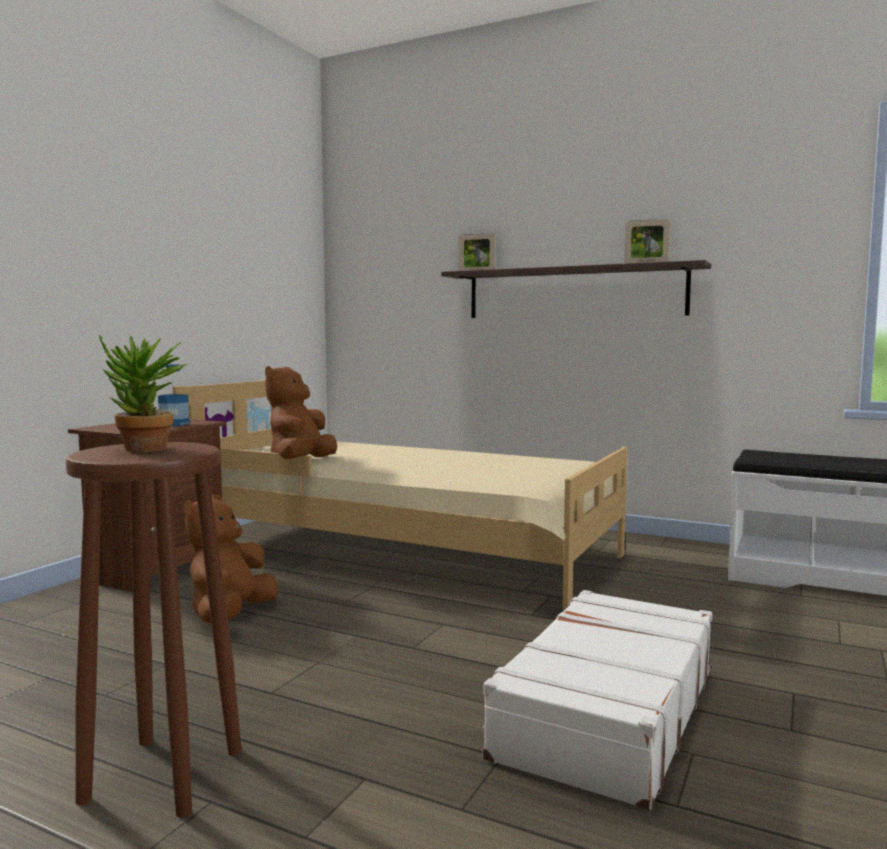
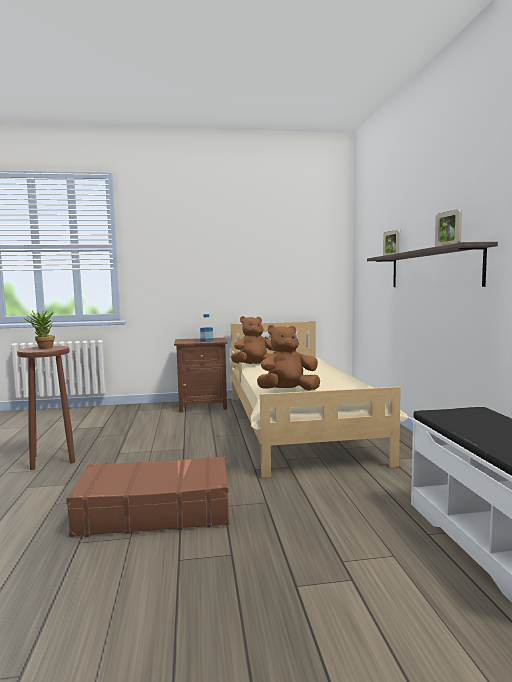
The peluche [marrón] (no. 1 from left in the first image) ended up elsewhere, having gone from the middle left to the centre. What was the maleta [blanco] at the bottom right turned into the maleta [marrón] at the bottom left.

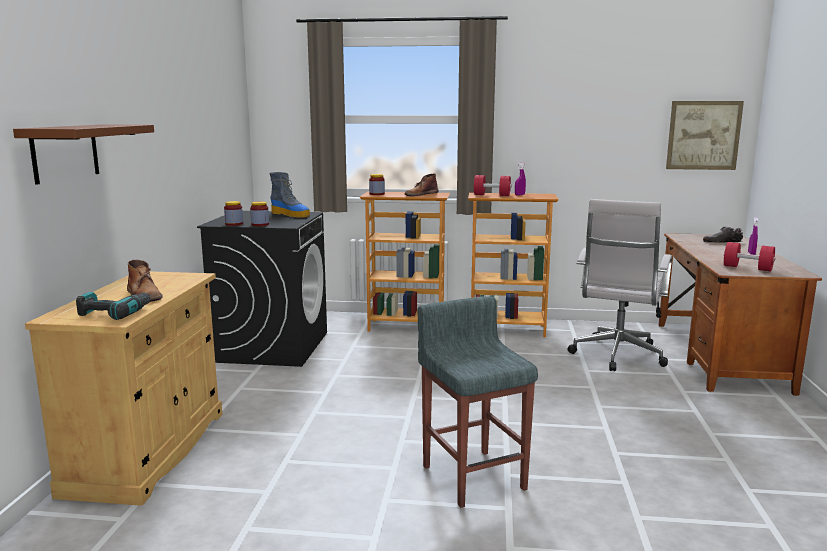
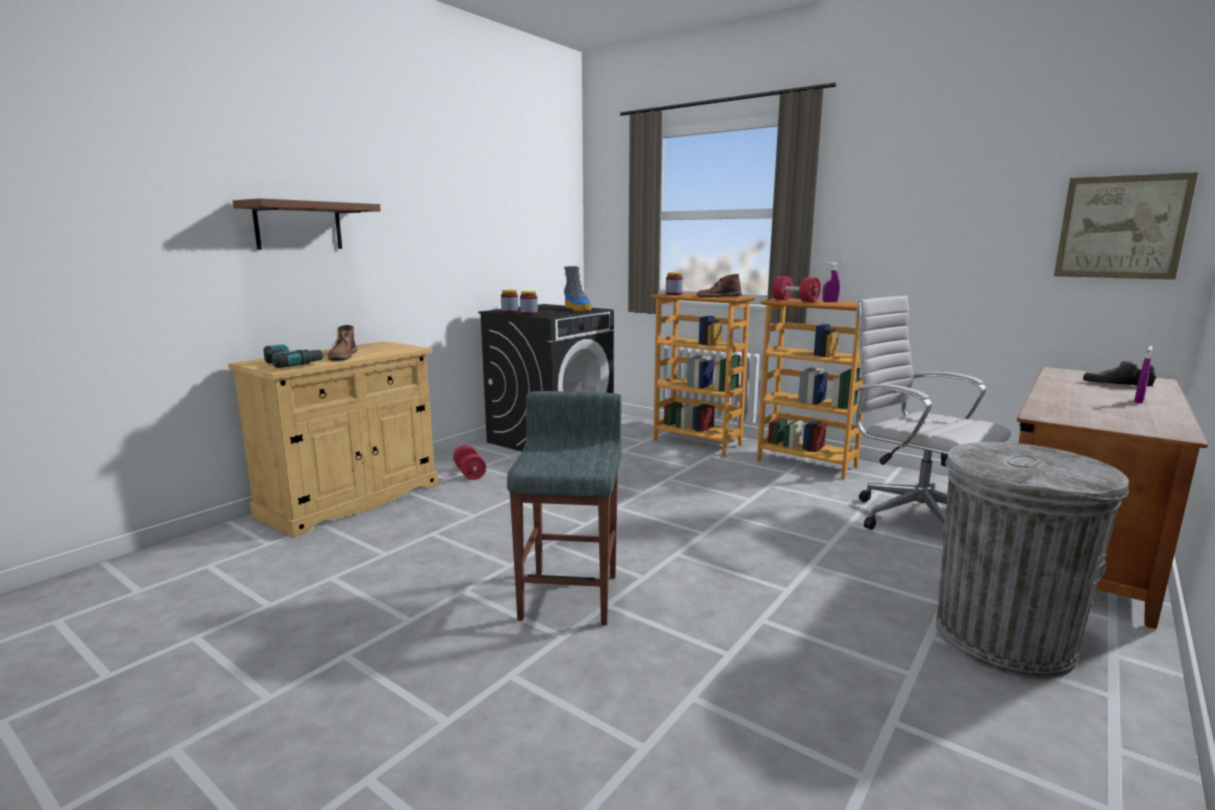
The silla de oficina [blanco] at the middle right ended up facing another way, 90 degrees clockwise from before. The mancuerna [rojo] (no. 2 from left in the first image) ended up elsewhere, having gone from the middle right to the centre. The second view gained the papelera [gris] at the bottom right.

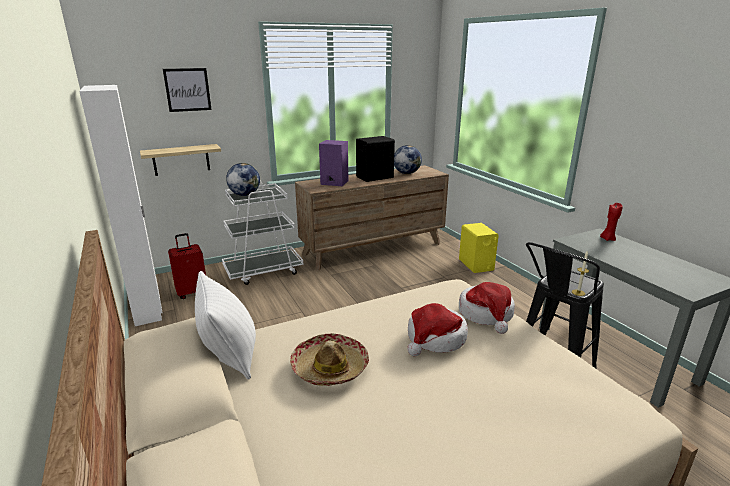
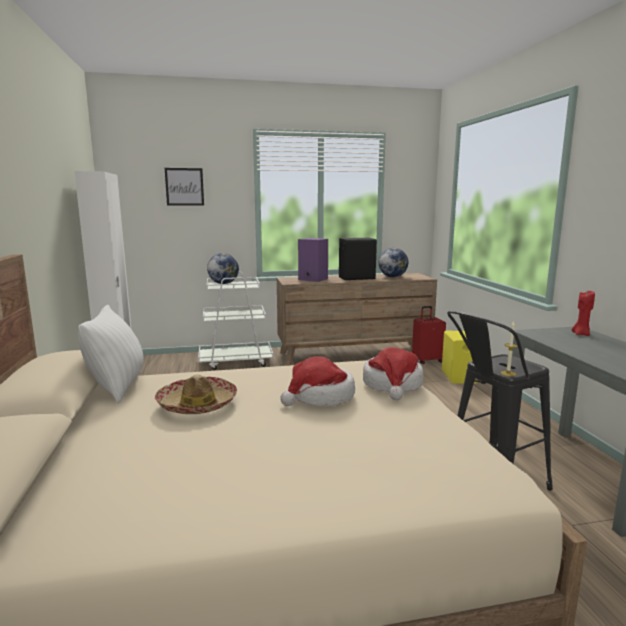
The second view lost the estante at the top left. The maleta [rojo] ended up elsewhere, having gone from the middle left to the middle right.

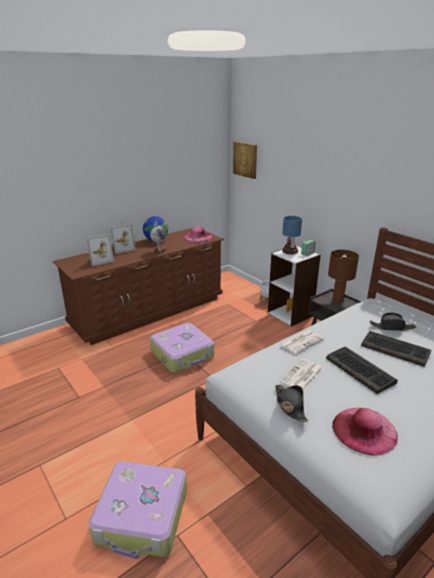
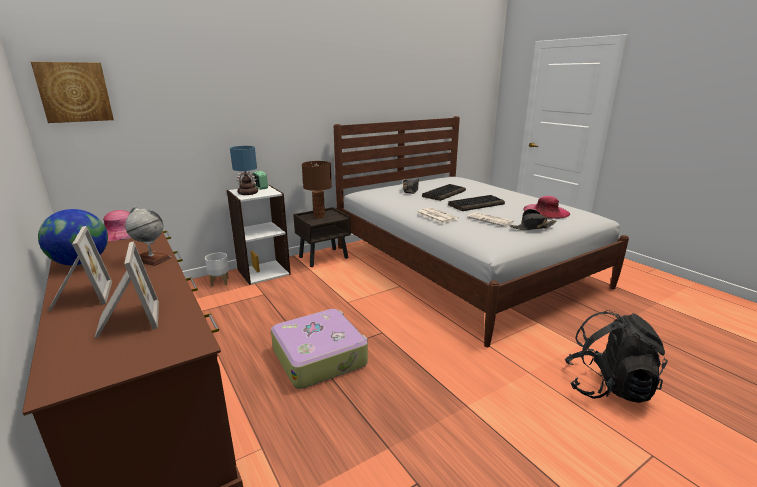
Where the maleta (no. 1 from left) stood at the bottom left, the mochila [negro] came to stand at the bottom right.

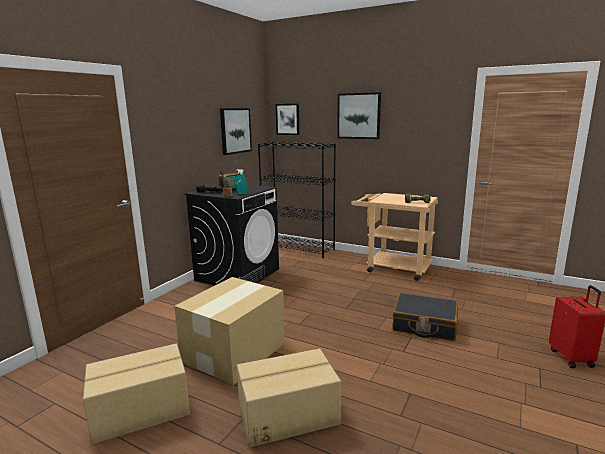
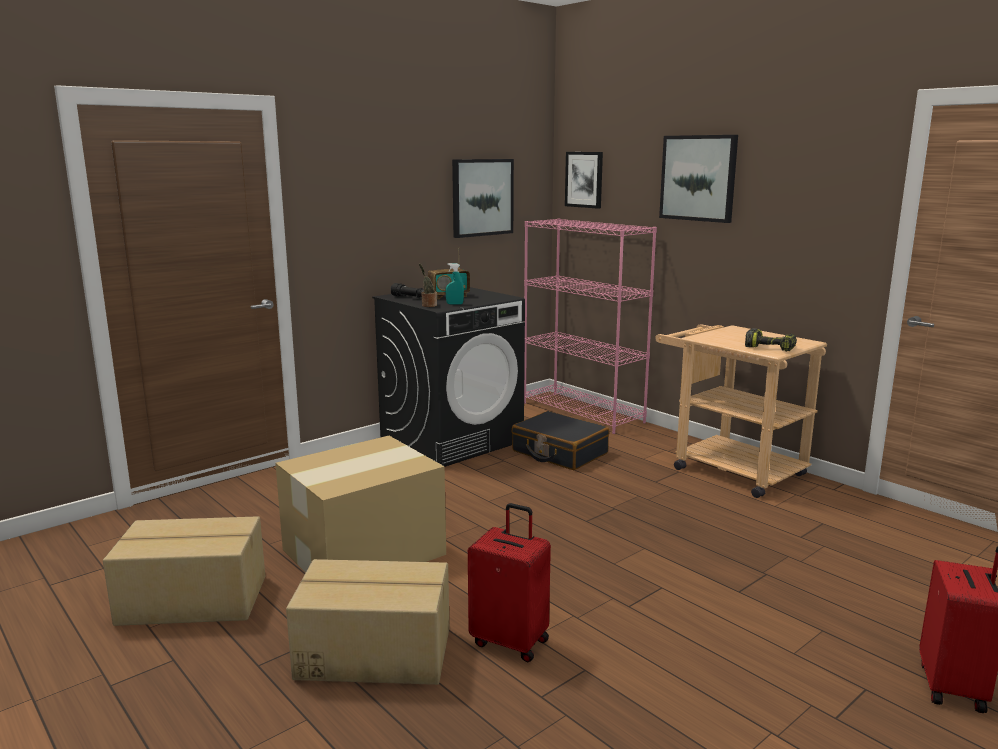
What was the estantería [negro] at the centre turned into the estantería [rosa] at the centre. The maleta [negro] ended up elsewhere, having gone from the bottom right to the centre. The second view gained the maleta [rojo] (no. 1 from left) at the bottom centre.

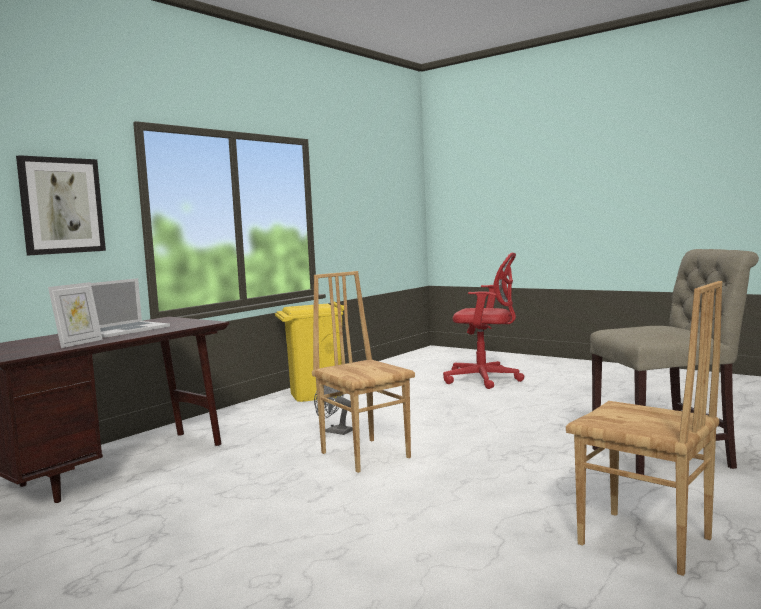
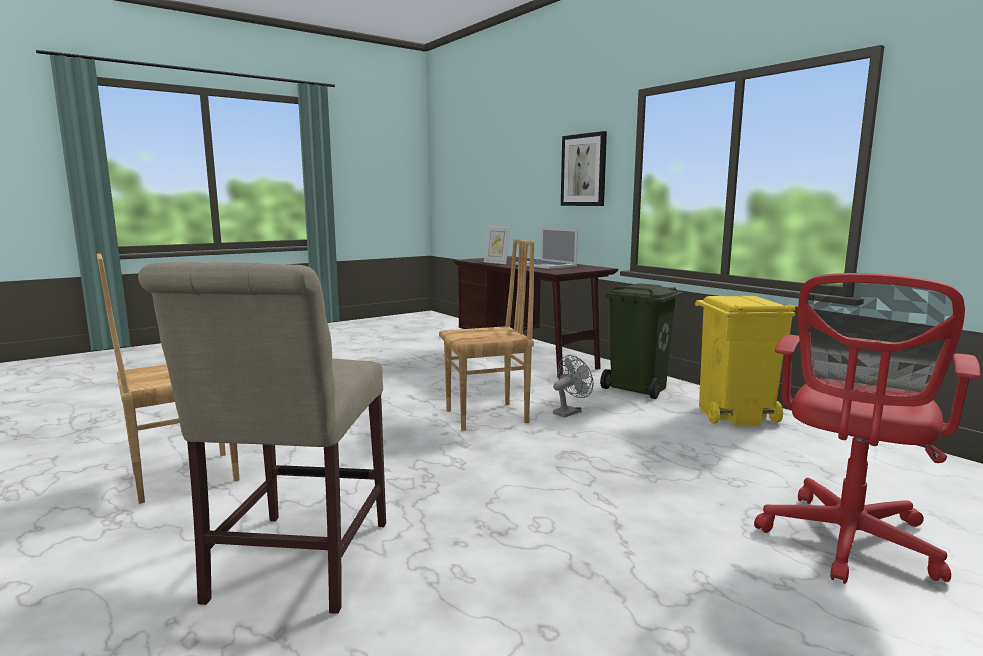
The second view gained the papelera [verde] at the centre.

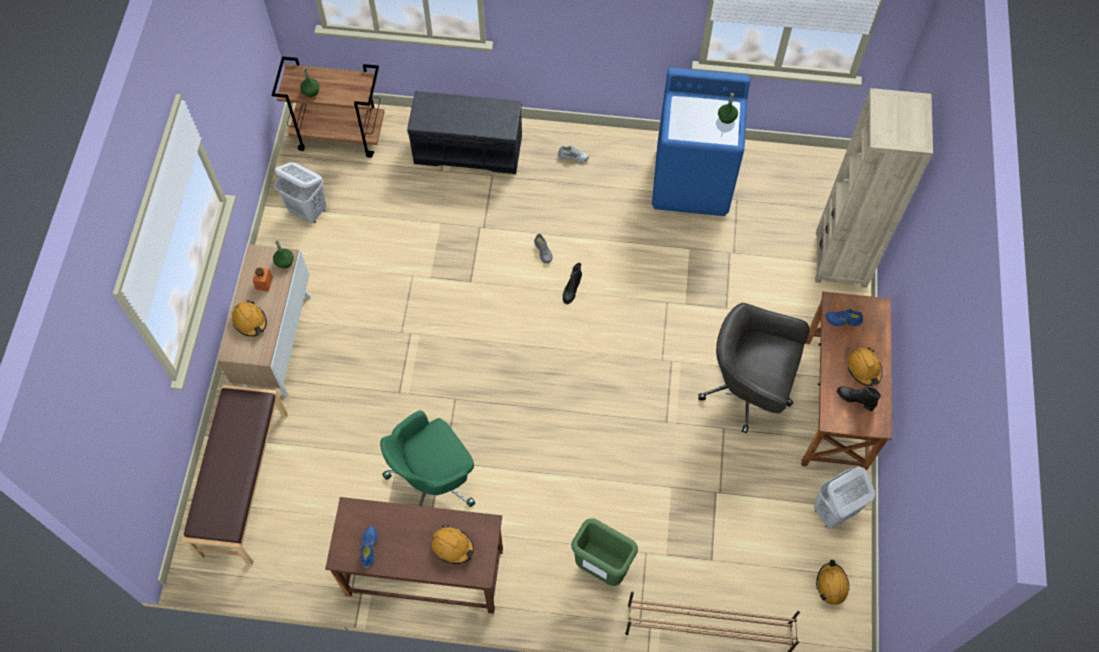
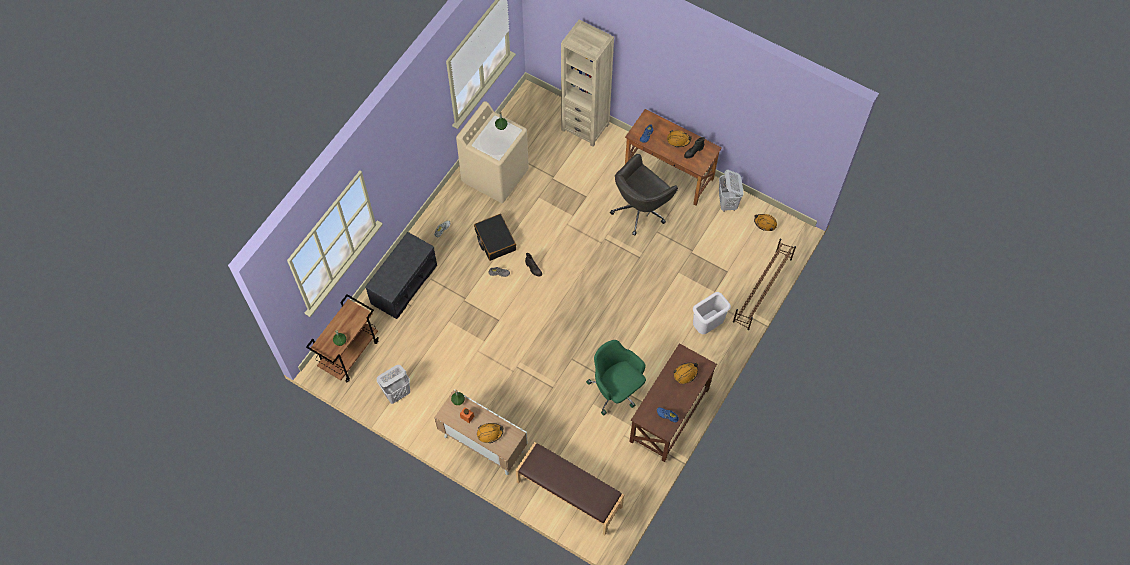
What was the lavadora [azul] at the top centre turned into the lavadora [beis] at the top centre. The silla de oficina [verde] at the bottom centre ended up facing another way, 150 degrees clockwise from before. What was the papelera [verde] at the bottom centre turned into the papelera [blanco] at the centre. The second view gained the maleta [negro] at the centre.

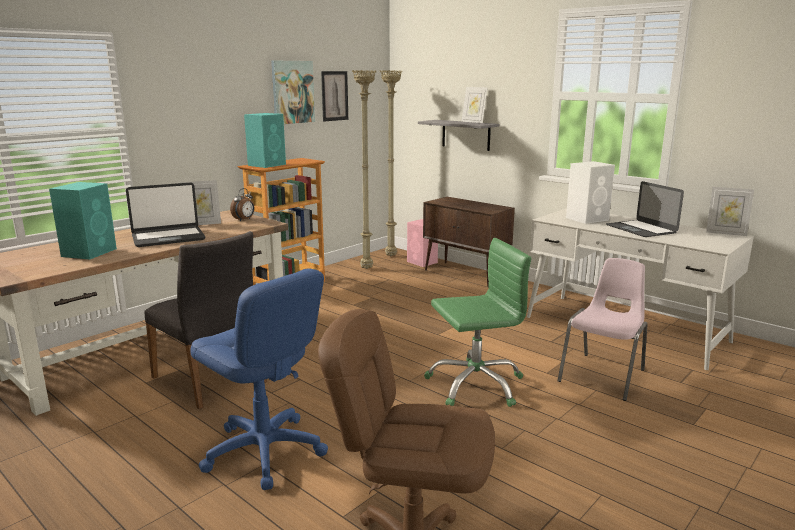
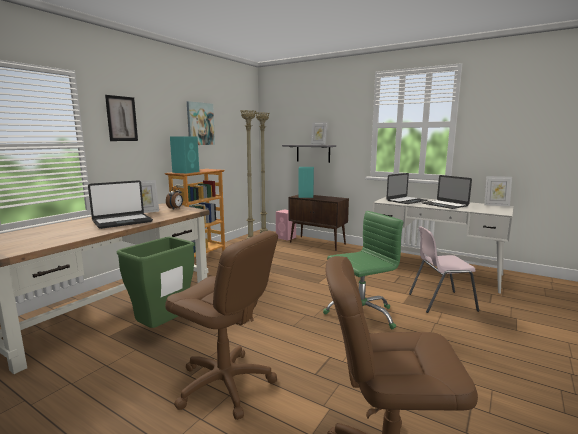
The cuadro (no. 2 from left in the first image) ended up elsewhere, having gone from the top centre to the top left. Where the altavoz [blanco] stood at the middle right, the portátil (no. 2 from left) came to stand at the middle right. The altavoz [turquesa] (no. 1 from left in the first image) ended up elsewhere, having gone from the middle left to the centre. Where the silla [gris] stood at the middle left, the papelera [verde] came to stand at the middle left. The silla [rosa] at the middle right ended up facing another way, 120 degrees counterclockwise from before. What was the silla de oficina [azul] at the bottom left turned into the silla de oficina [marrón] (no. 1 from left) at the bottom centre.

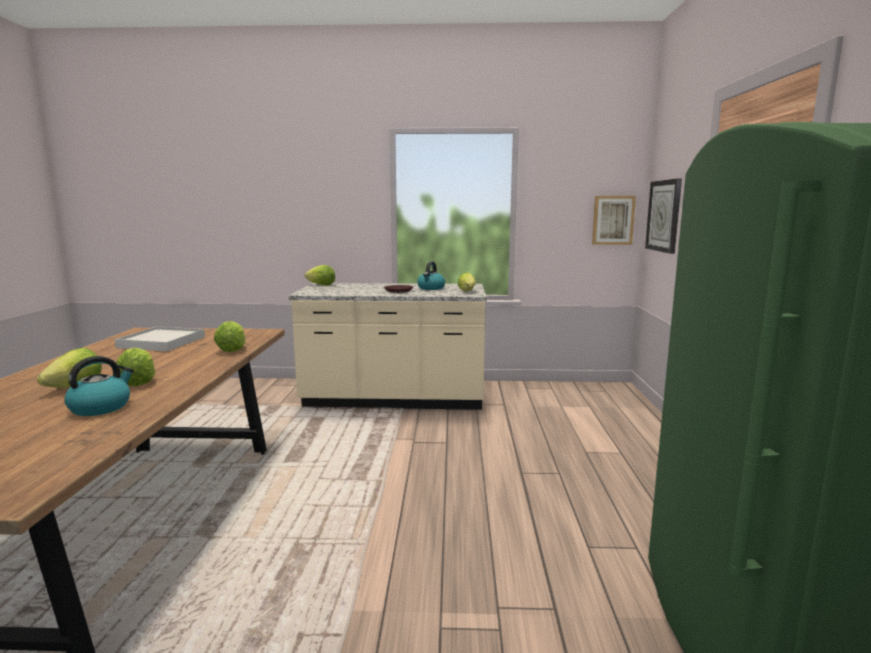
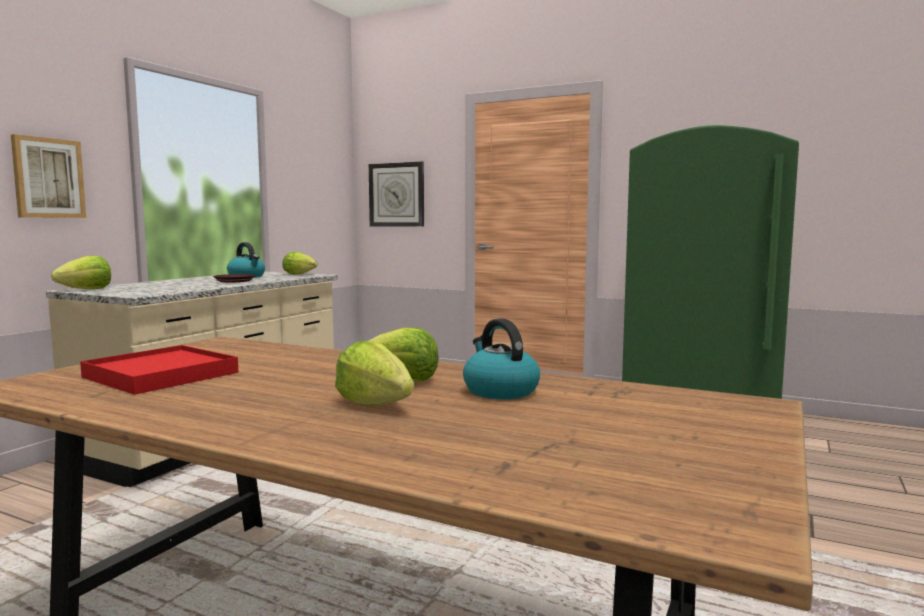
The cuadro ended up elsewhere, having gone from the middle right to the top left. The second view lost the lechuga (no. 3 from left) at the middle left. What was the bandeja [blanco] at the middle left turned into the bandeja [rojo] at the middle left.

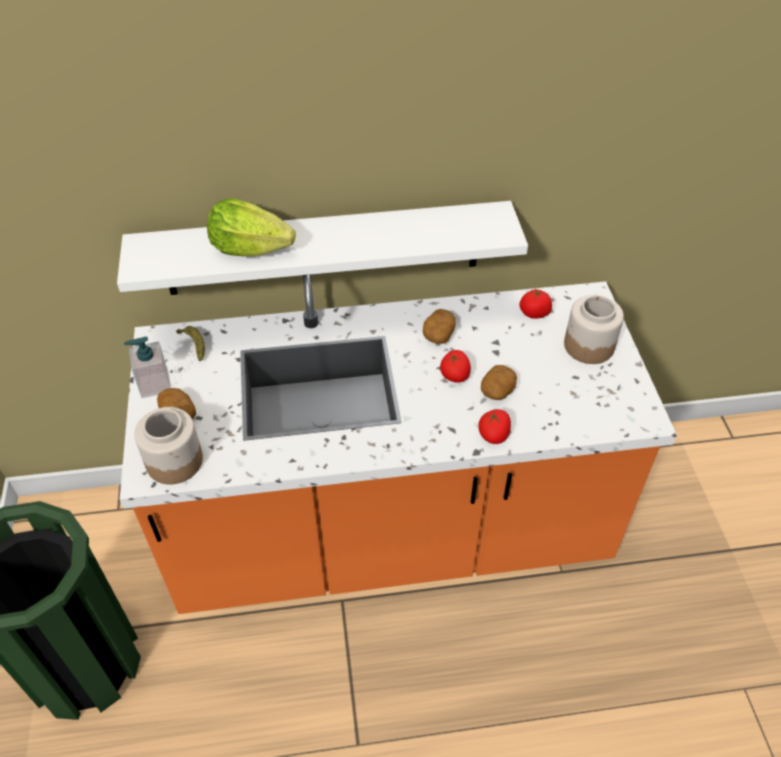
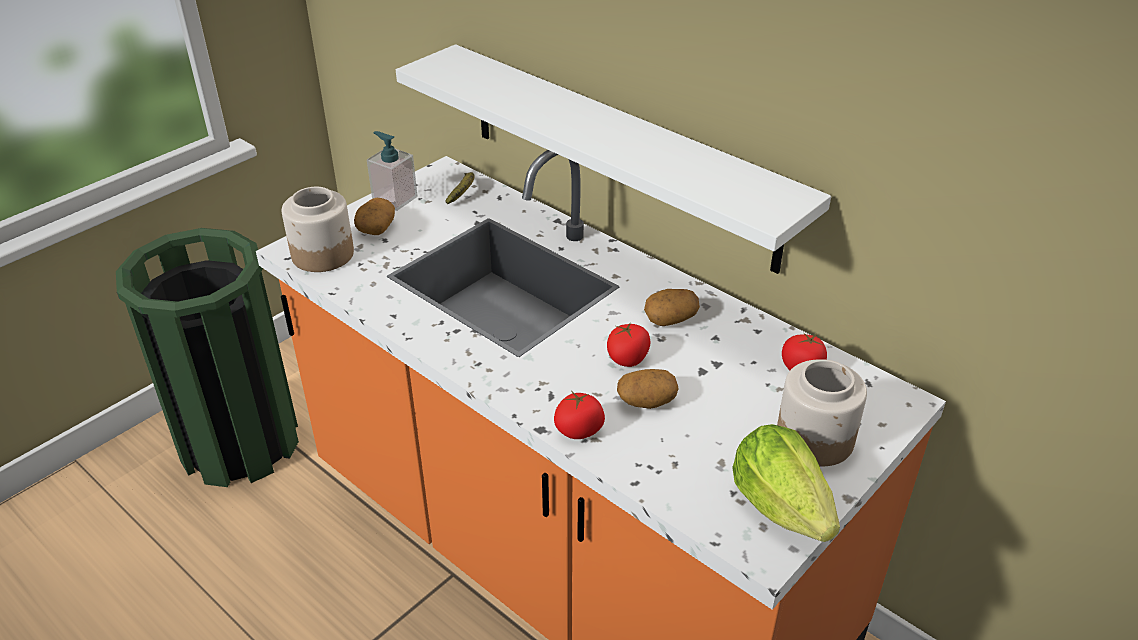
The lechuga ended up elsewhere, having gone from the top left to the bottom right.

